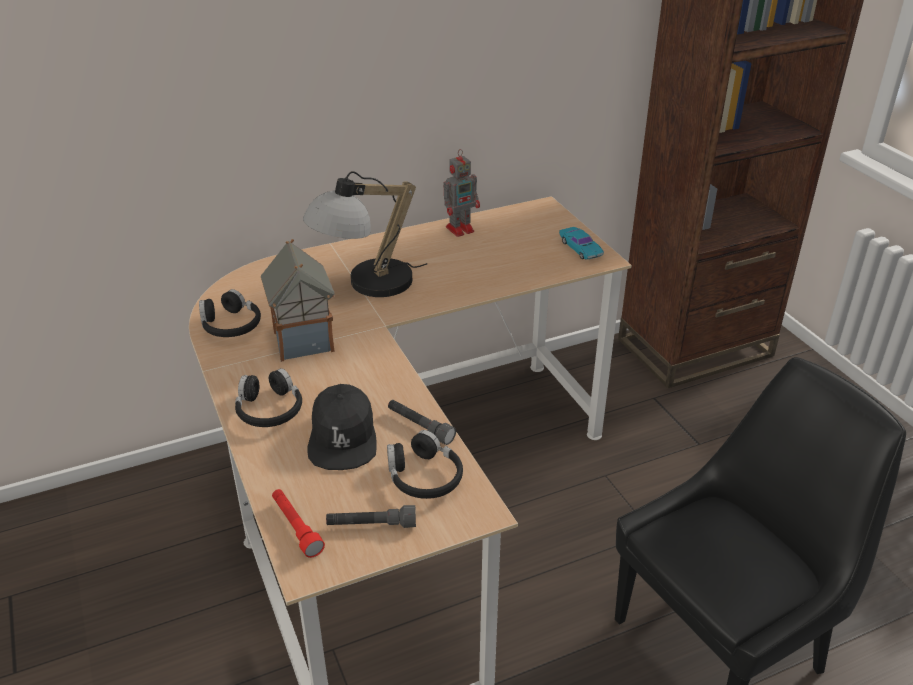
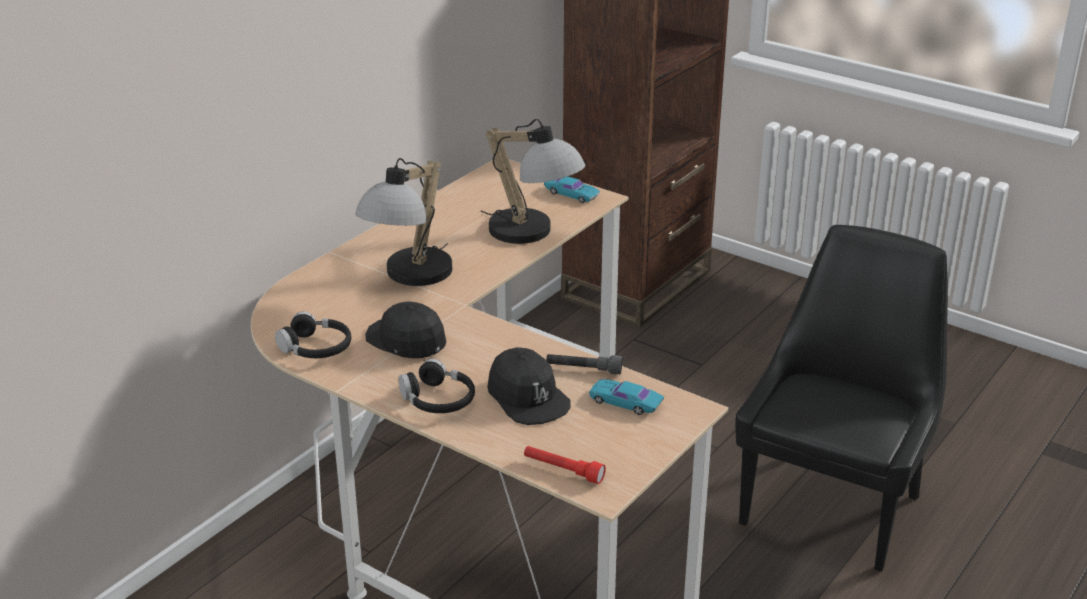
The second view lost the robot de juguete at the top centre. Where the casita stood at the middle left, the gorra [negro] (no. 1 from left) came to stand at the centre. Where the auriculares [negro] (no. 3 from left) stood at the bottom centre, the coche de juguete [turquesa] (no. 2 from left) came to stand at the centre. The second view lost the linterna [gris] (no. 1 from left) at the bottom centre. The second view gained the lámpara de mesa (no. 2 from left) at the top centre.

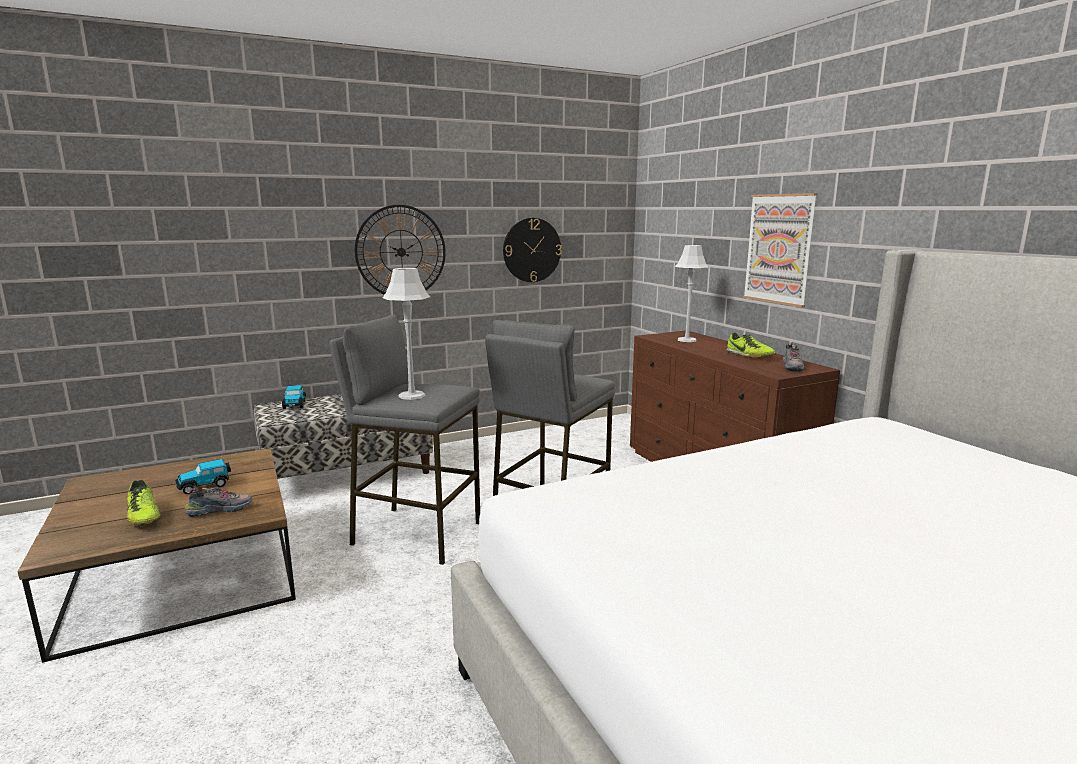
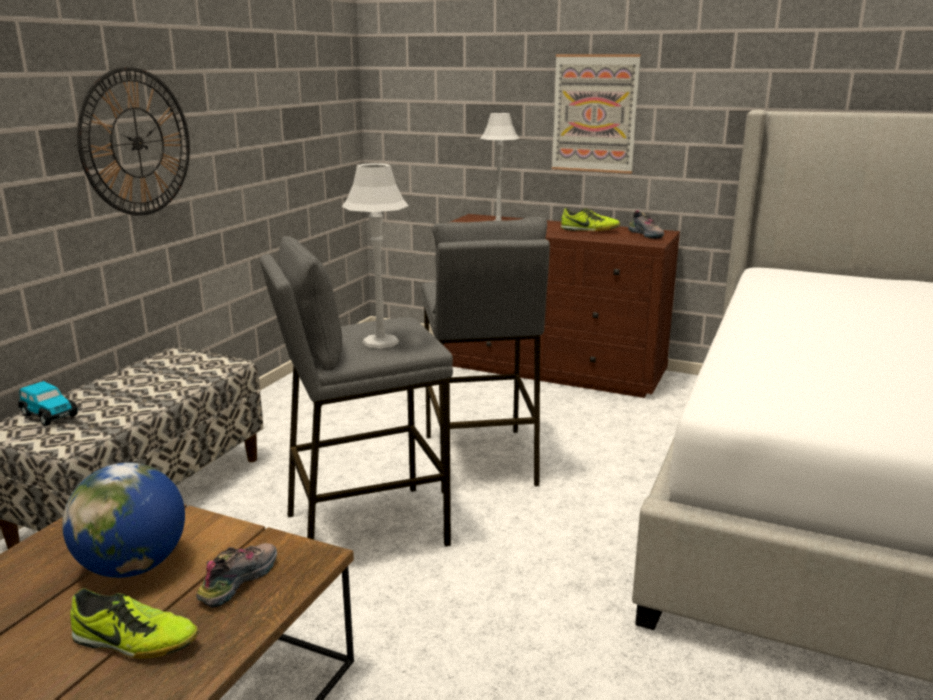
The second view lost the reloj de pared (no. 2 from left) at the top centre. Where the coche de juguete (no. 1 from left) stood at the middle left, the globo terráqueo came to stand at the bottom left.

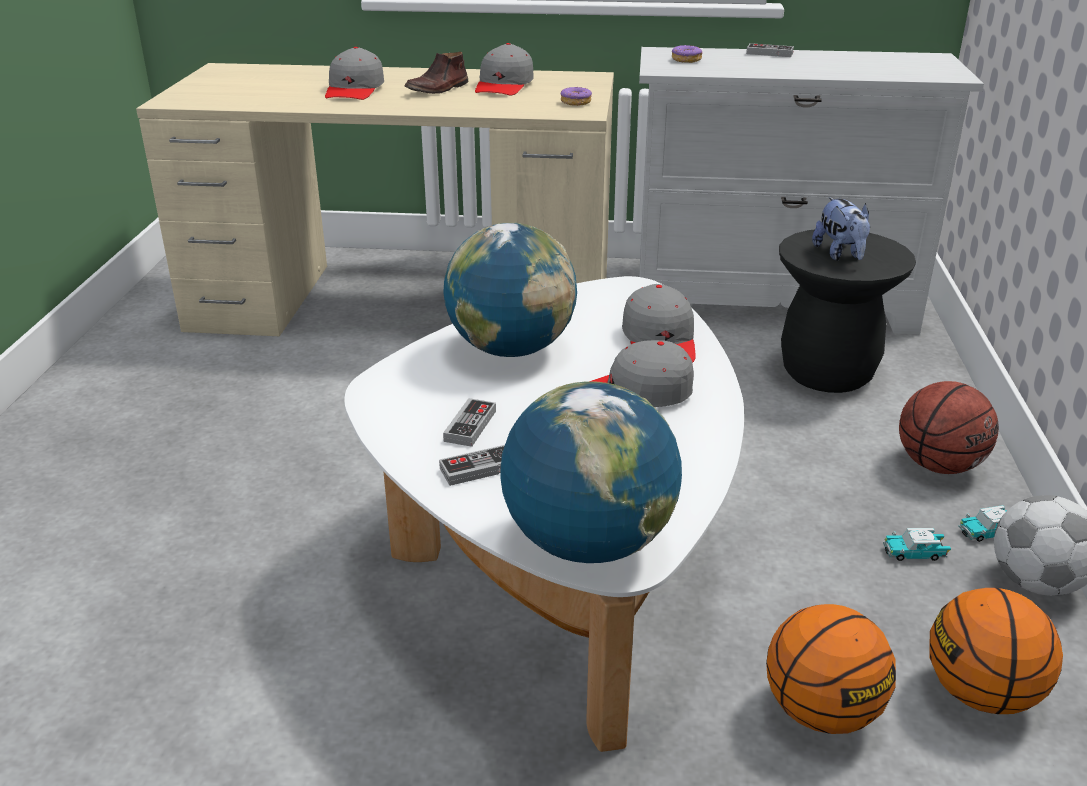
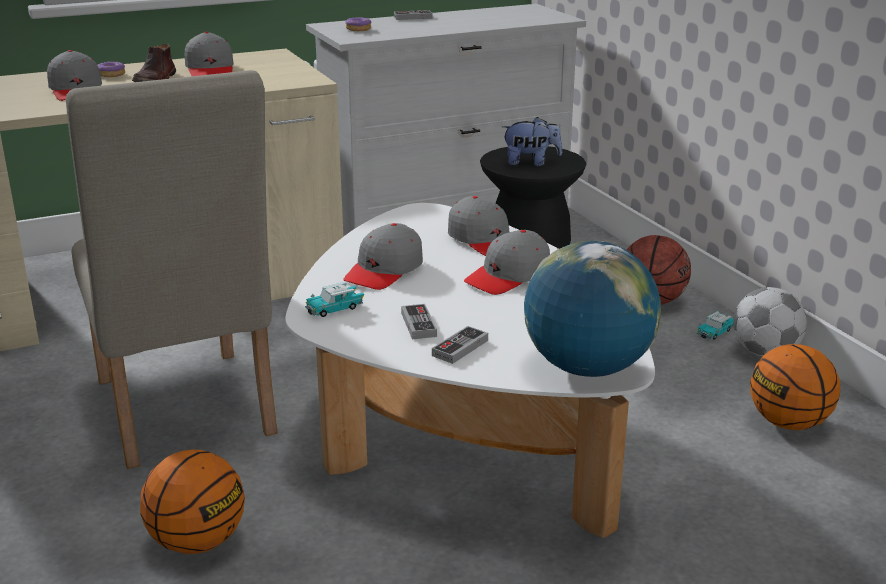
The rosquilla (no. 1 from left) ended up elsewhere, having gone from the top centre to the top left. The peluche at the top right ended up facing another way, 45 degrees counterclockwise from before. Where the globo terráqueo (no. 1 from left) stood at the centre, the gorra [gris] (no. 3 from left) came to stand at the centre. The coche de juguete (no. 1 from left) ended up elsewhere, having gone from the bottom right to the centre. The balón de baloncesto (no. 1 from left) ended up elsewhere, having gone from the bottom right to the bottom left. The second view gained the silla [beis] at the middle left.

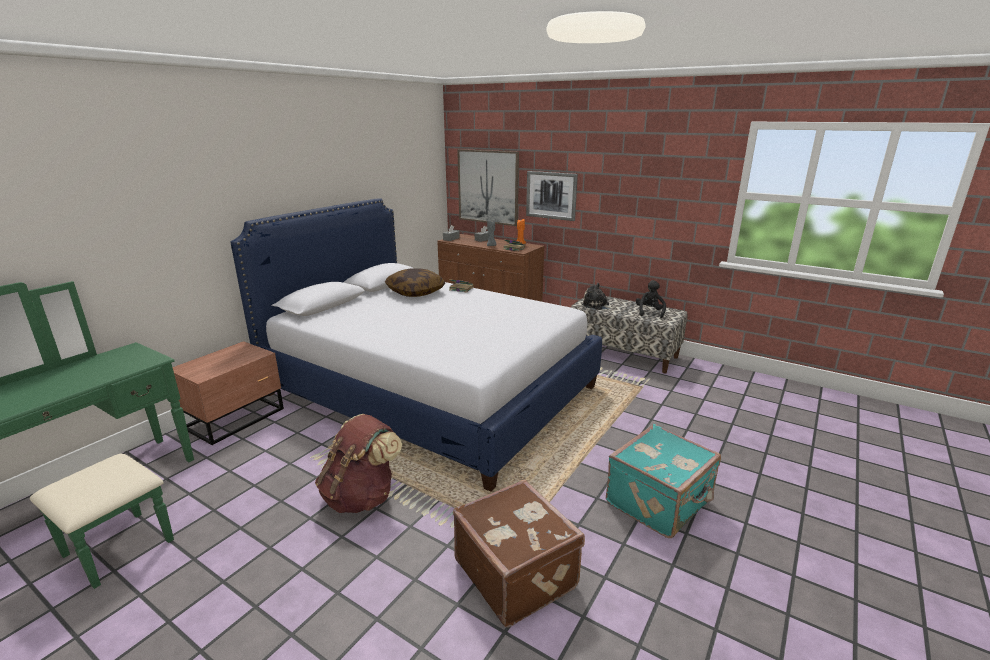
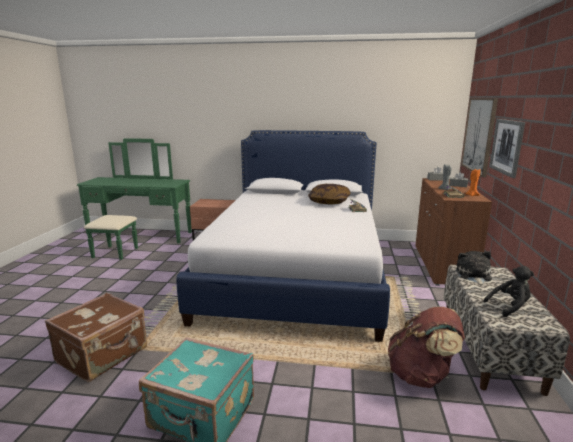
The mochila [marrón] ended up elsewhere, having gone from the bottom centre to the bottom right.

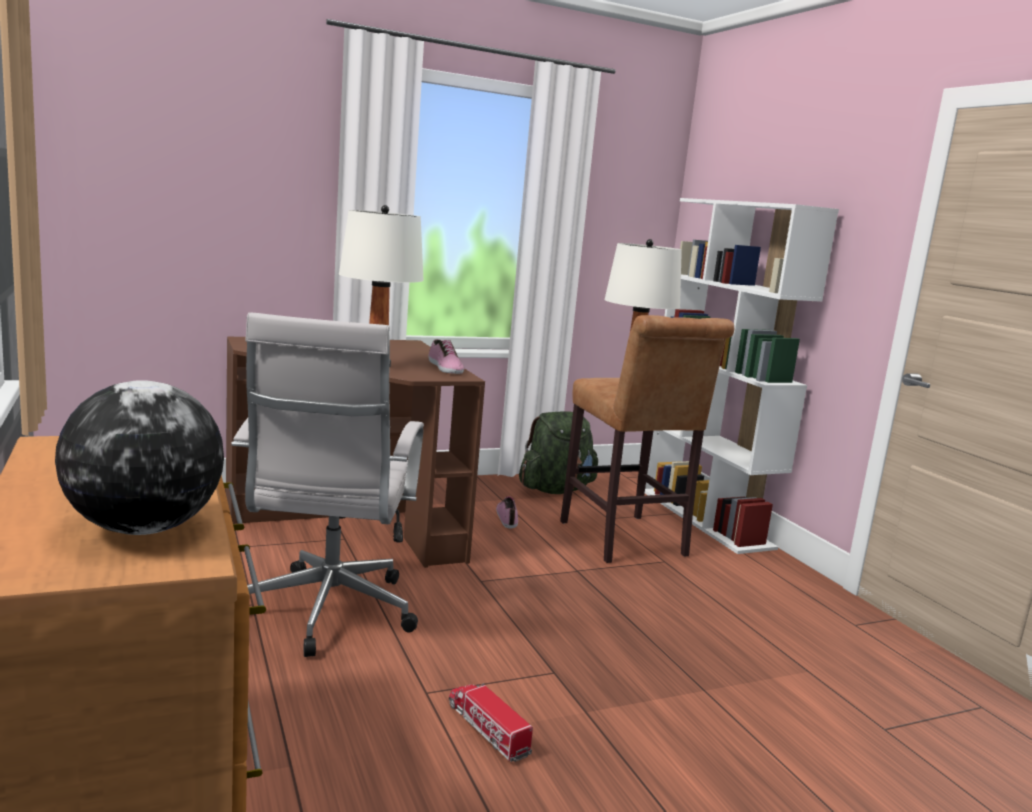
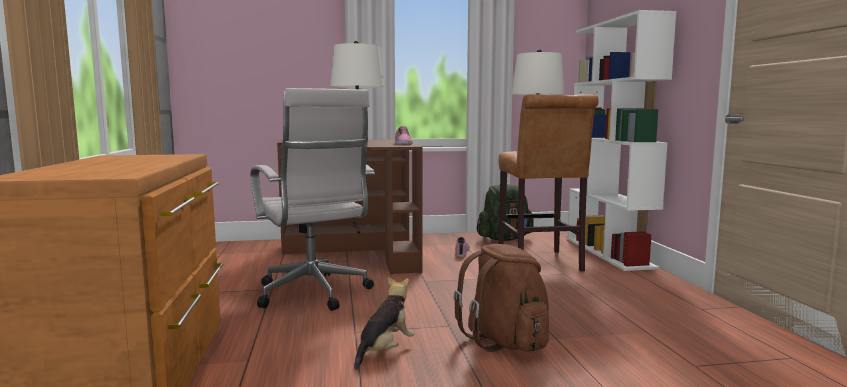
The silla de oficina [blanco] at the middle left ended up facing another way, 45 degrees counterclockwise from before. The second view lost the globo terráqueo at the middle left. Where the camión de juguete stood at the bottom centre, the peluche came to stand at the bottom centre. The second view gained the mochila [marrón] at the bottom centre.

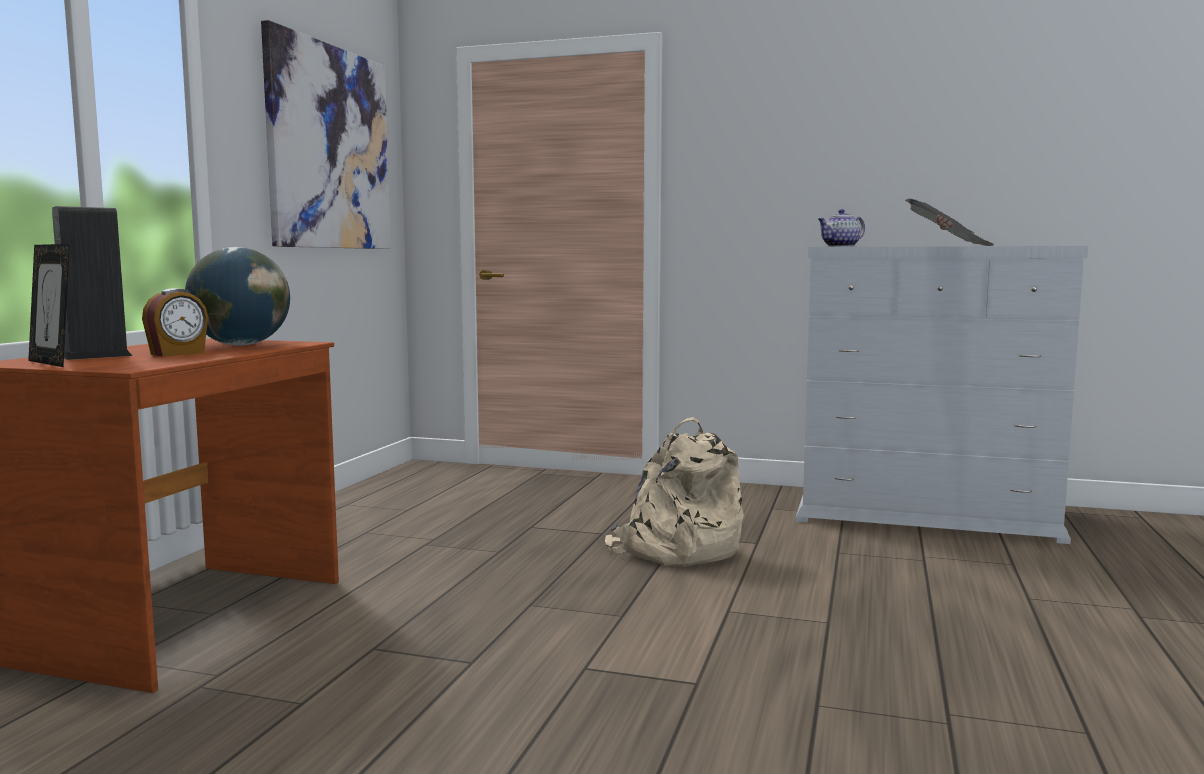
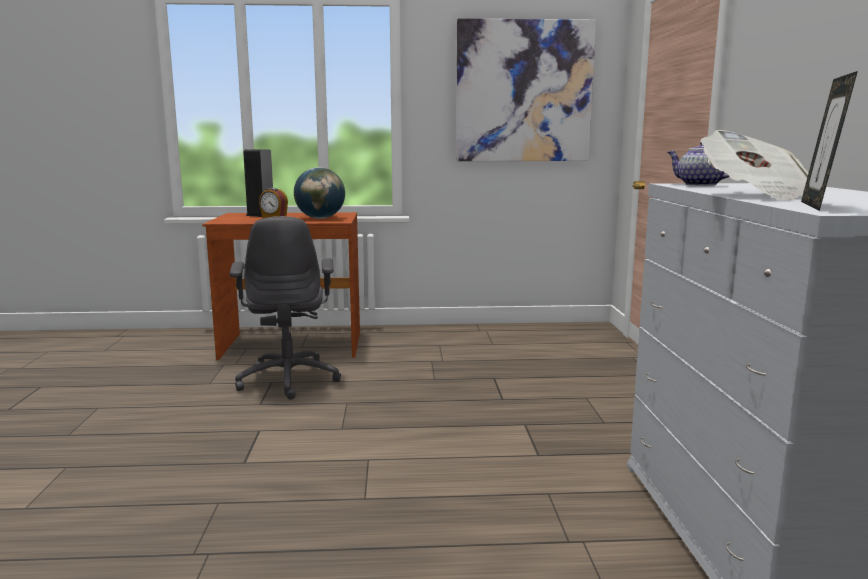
The portarretratos ended up elsewhere, having gone from the middle left to the top right. The second view lost the mochila [beis] at the centre. The second view gained the silla de oficina [gris] at the middle left.

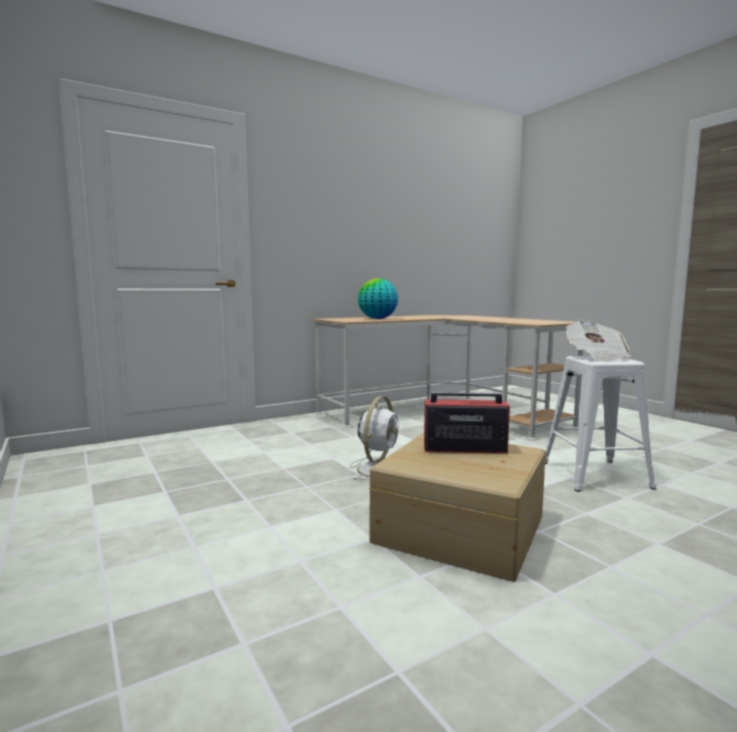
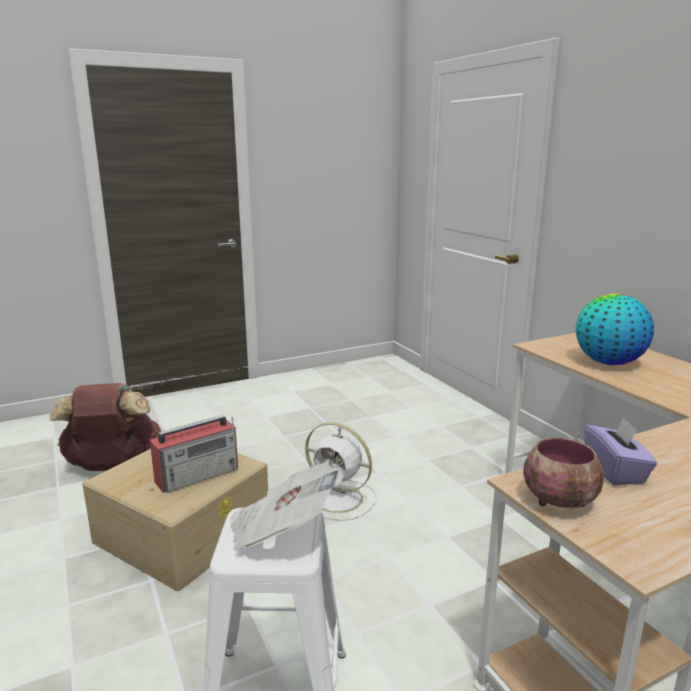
The radio at the centre ended up facing another way, 45 degrees clockwise from before. The second view gained the mochila [marrón] at the middle left. The second view gained the caja de pañuelos [morado] at the middle right. The second view gained the cuenco at the bottom right.

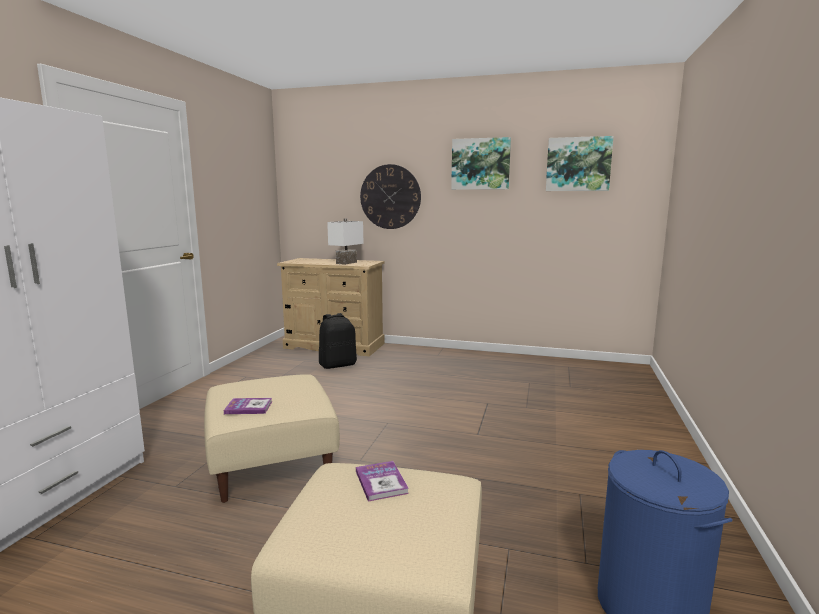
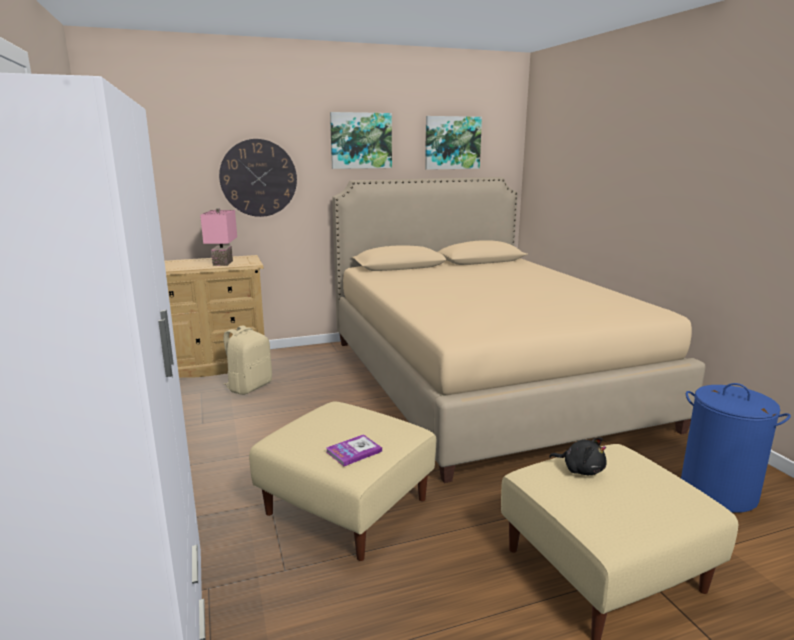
What was the lámpara de mesa [blanco] at the centre turned into the lámpara de mesa [rosa] at the middle left. What was the mochila [negro] at the centre turned into the mochila [beis] at the middle left. Where the libro (no. 2 from left) stood at the bottom centre, the peluche [negro] came to stand at the bottom right. The second view gained the cama [beis] at the centre.

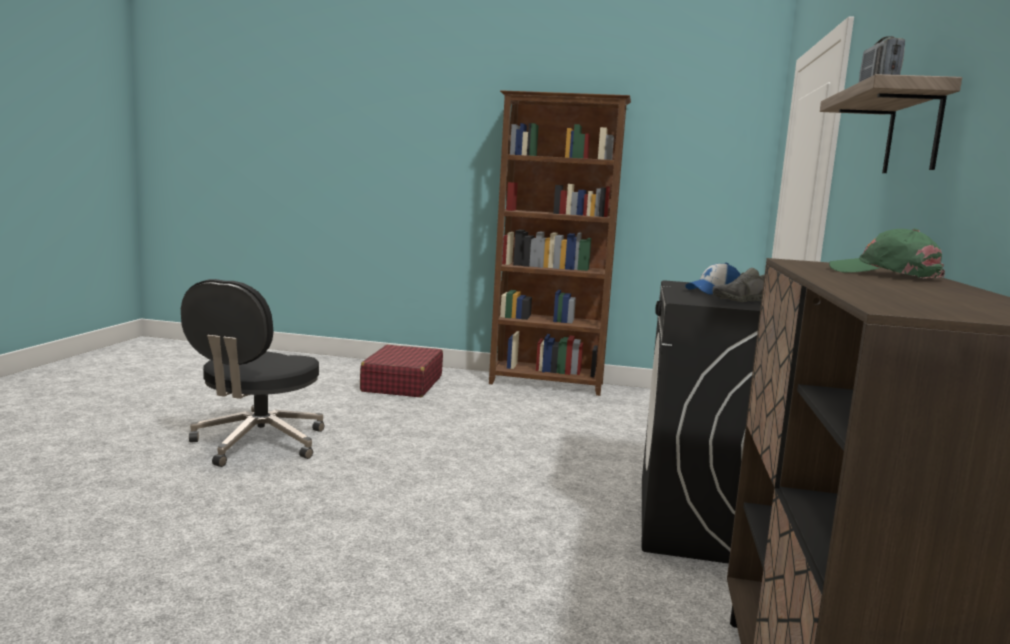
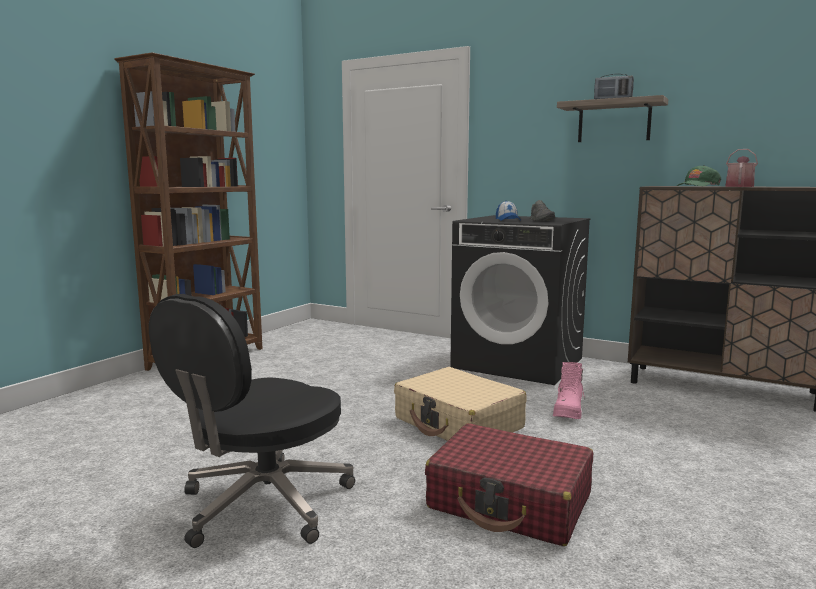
The silla de oficina [negro] at the middle left ended up facing another way, 90 degrees clockwise from before. The maleta [rojo] ended up elsewhere, having gone from the centre to the bottom centre. The second view gained the regadera at the top right. The second view gained the bota [rosa] at the middle right. The second view gained the maleta [beis] at the bottom centre.

